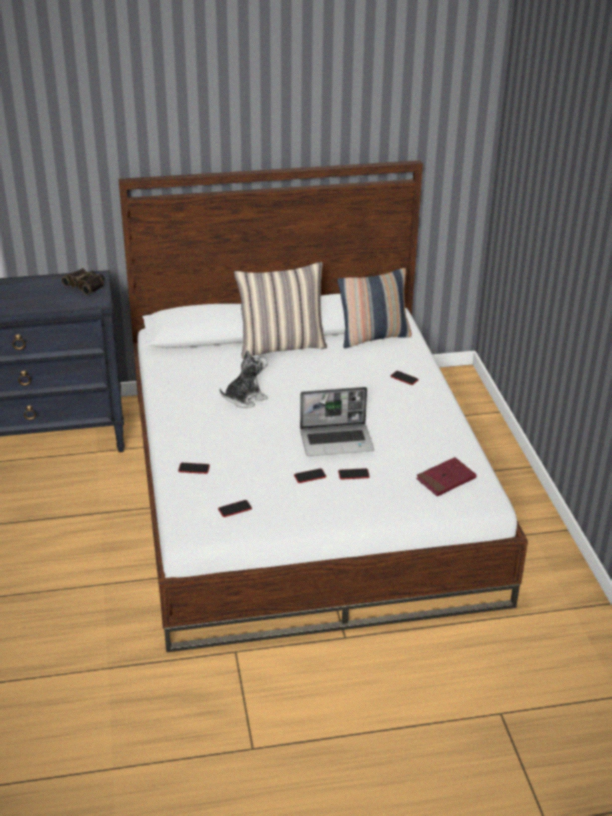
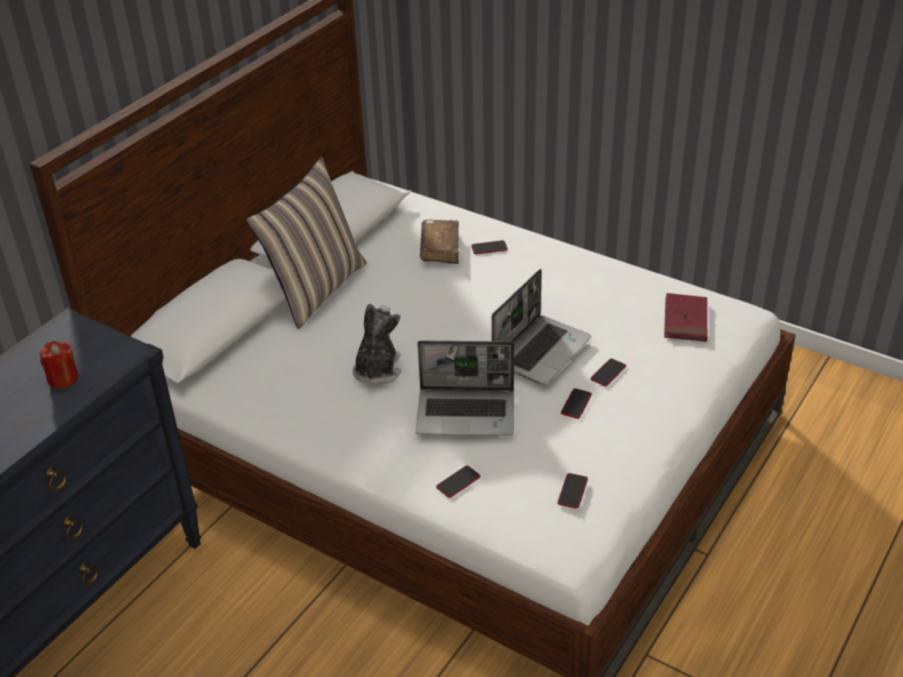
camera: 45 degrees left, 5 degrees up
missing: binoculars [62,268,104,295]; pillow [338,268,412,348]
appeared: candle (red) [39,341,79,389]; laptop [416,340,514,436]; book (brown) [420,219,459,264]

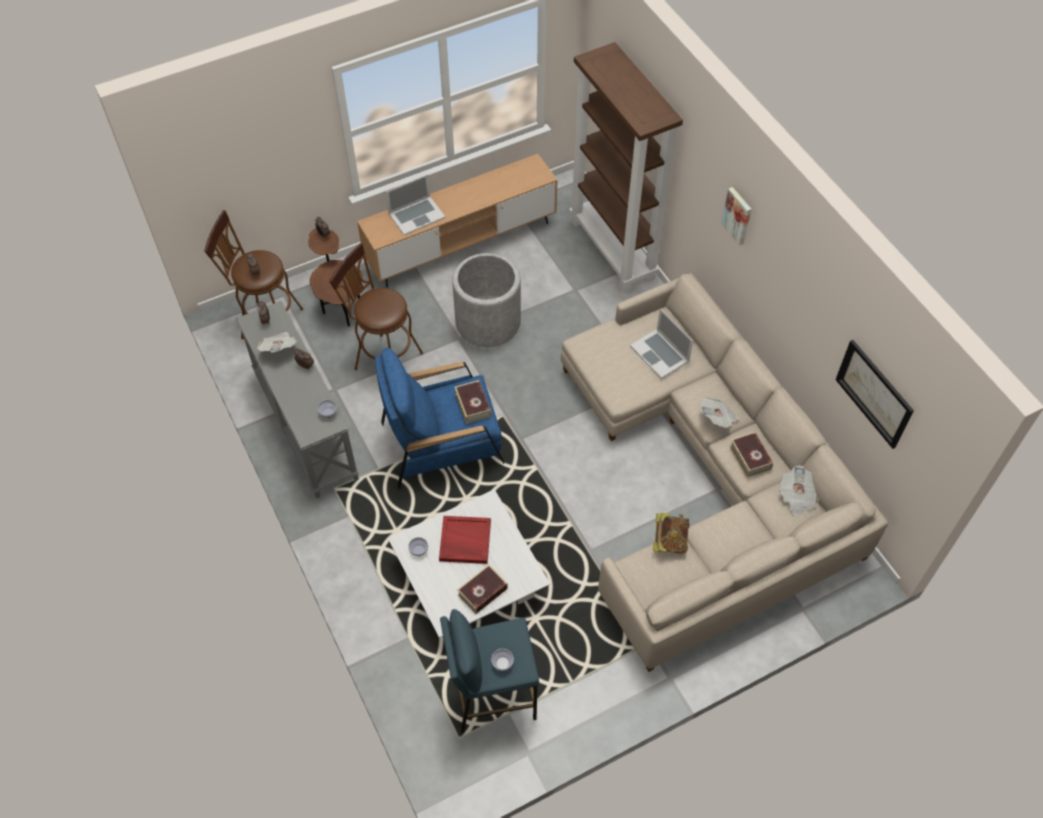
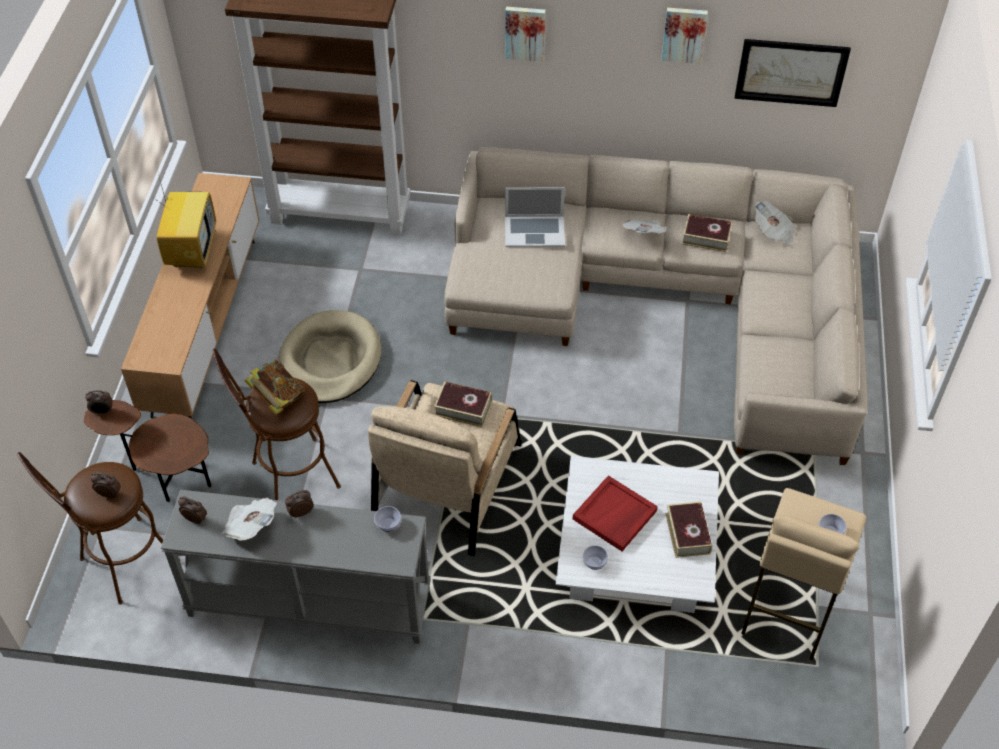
camera: 55 degrees left, 5 degrees down
missing: laptop [386,174,445,235]
appeared: television [157,170,216,268]; picture [661,8,708,64]
relocated: book [653,513,690,554] to [245,359,305,415]
exchanged: planter (grey) [452,253,521,347] to dog bed (beige) [278,310,381,403]
colour: armchair (blue) [375,347,504,489] to armchair (beige) [368,380,522,557]; stool (blue) [440,609,539,733] to stool (beige) [741,488,866,660]

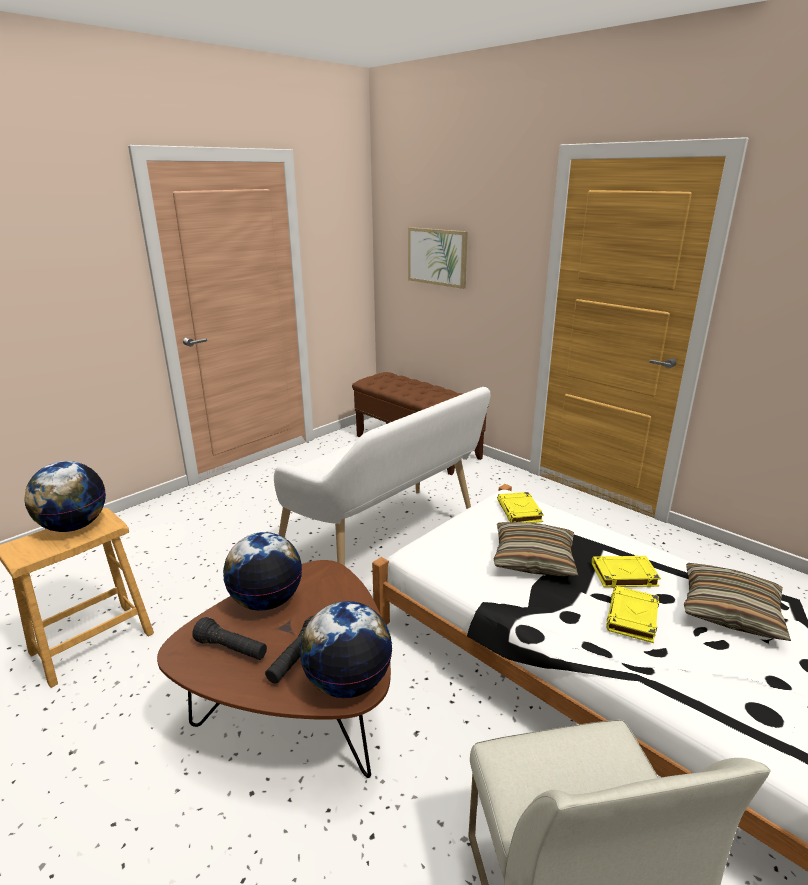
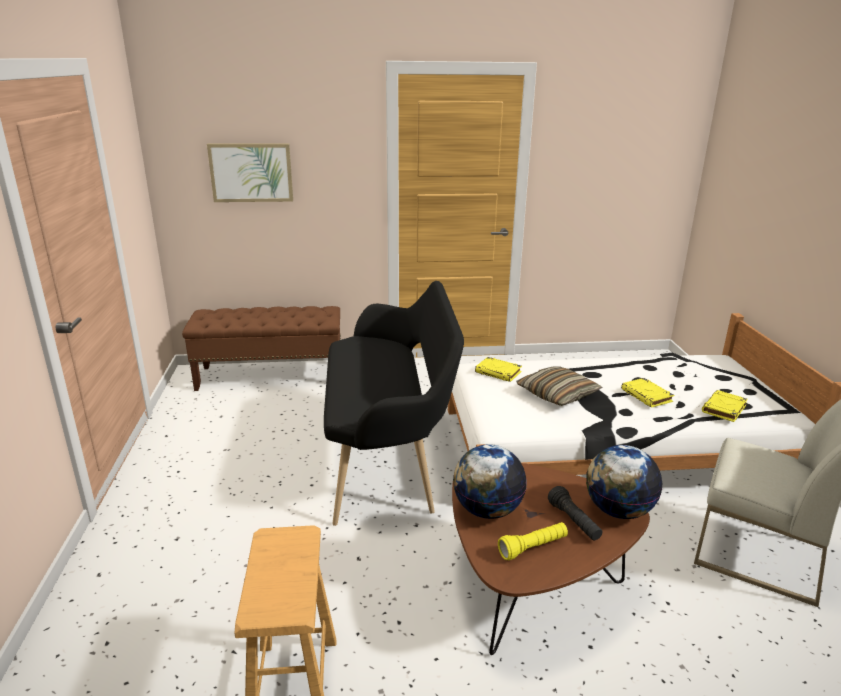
camera: 50 degrees left, 0 degrees up
missing: globe [24,461,106,532]; pillow [684,563,791,641]
relocated: book (yellow) [592,555,661,588] to [702,390,748,422]
colour: bench (white) [274,387,491,566] to bench (black) [324,281,464,526]; flashlight (black) [192,617,267,660] to flashlight (yellow) [498,522,568,560]

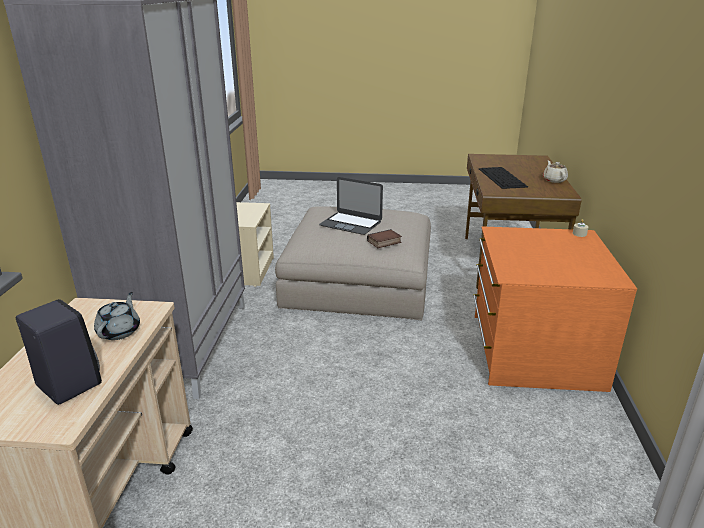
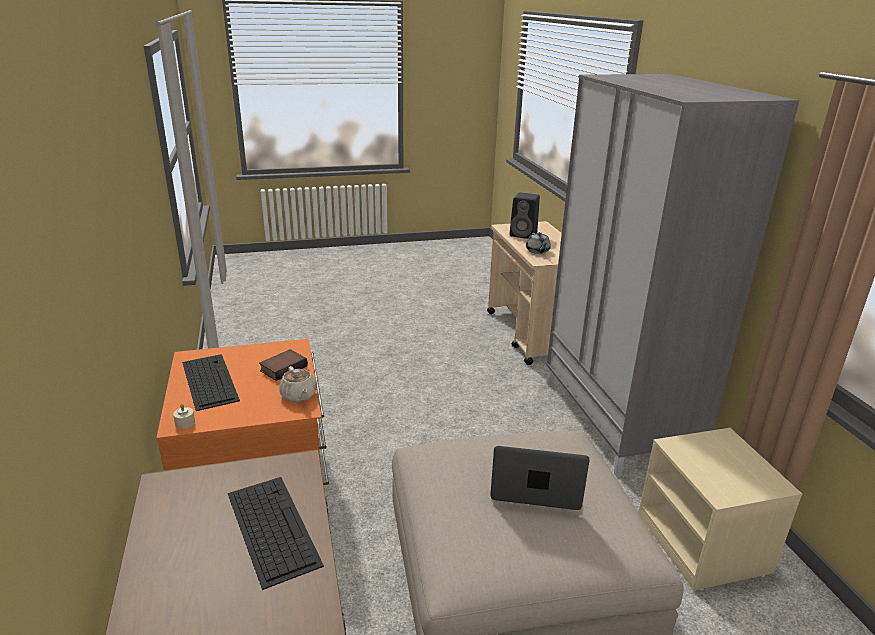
camera: 160 degrees right, 0 degrees up
appeared: keyboard [182,354,240,411]
relocated: book [367,229,402,248] to [259,349,308,381]; teapot (beige) [543,161,568,183] to [279,366,317,402]

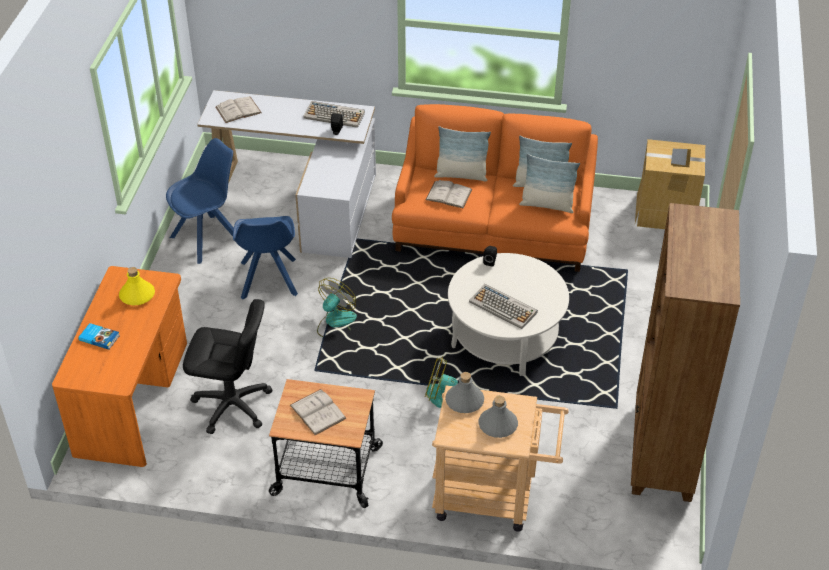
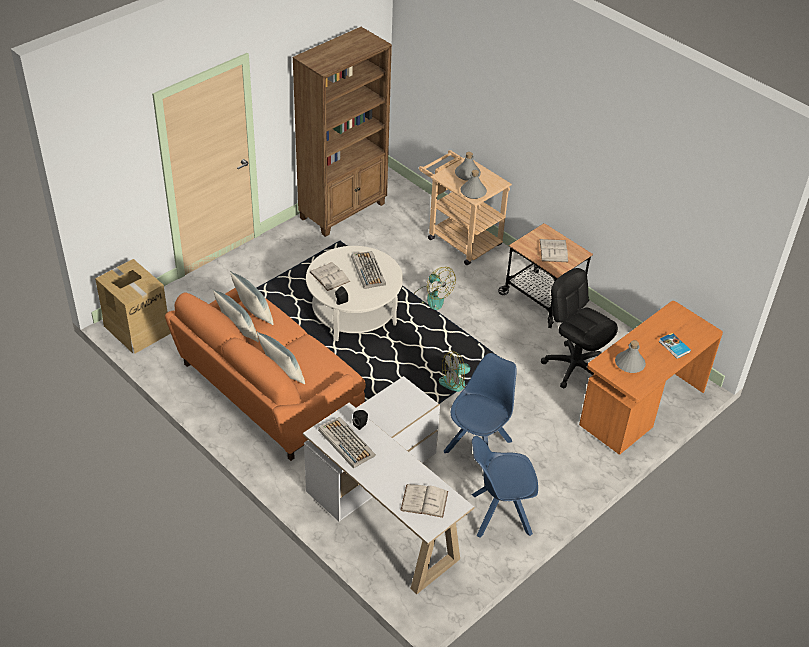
camera: 145 degrees left, 0 degrees up
relocated: book (white) [426,180,472,208] to [310,262,350,291]
colour: bottle (yellow) [119,267,155,305] to bottle (grey) [615,340,646,373]

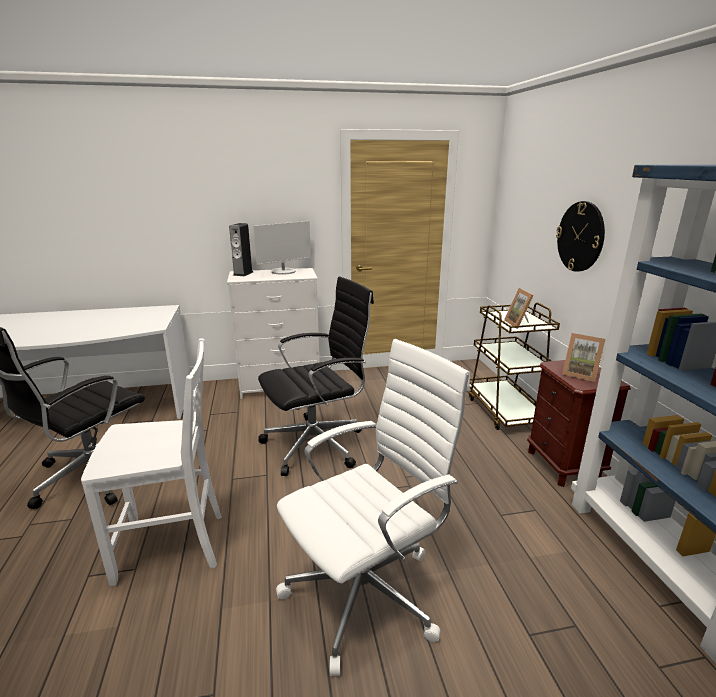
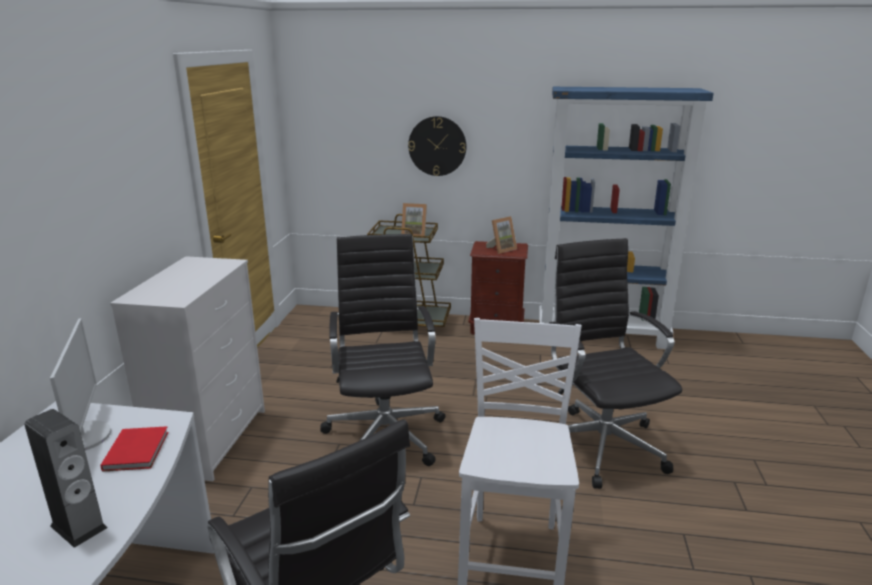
camera: 70 degrees left, 0 degrees up
appeared: book (red) [101,426,168,472]
relocated: speaker [229,223,253,276] to [24,409,108,548]; monitor [254,221,311,275] to [50,318,111,450]
colour: office chair (white) [276,339,470,676] to office chair (black) [549,238,682,489]

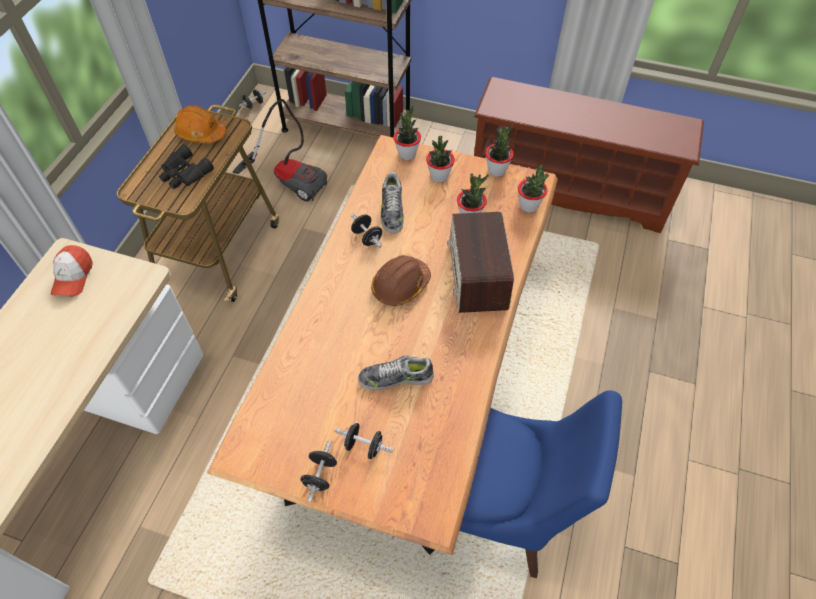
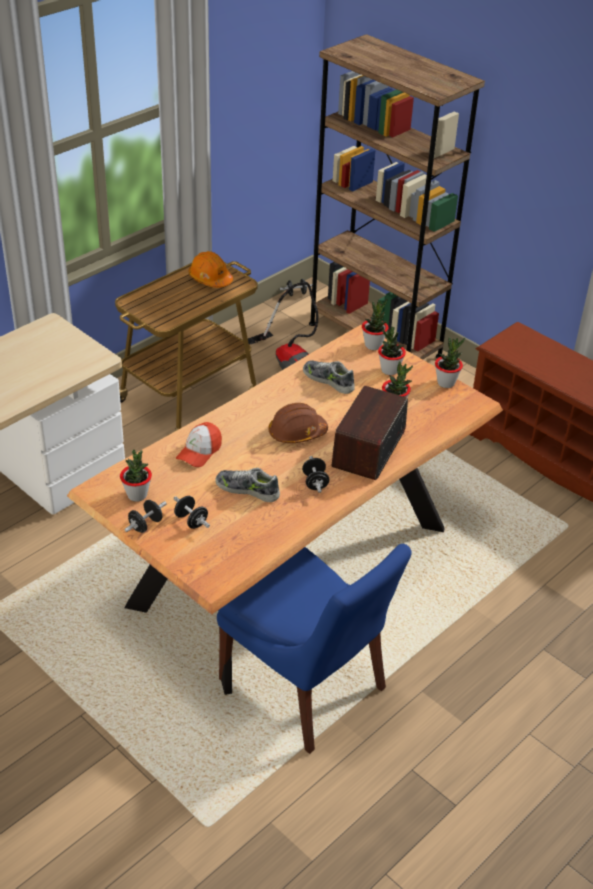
camera: 25 degrees right, 15 degrees down
missing: binoculars (black) [159,144,214,189]
relocated: potted plant [518,164,549,213] to [120,450,152,502]; cap [51,245,93,296] to [176,422,222,467]; dumbbell (black) [351,214,382,248] to [302,456,329,493]
spun: shoe [381,172,404,234] = [303,360,355,394] 105 degrees clockwise

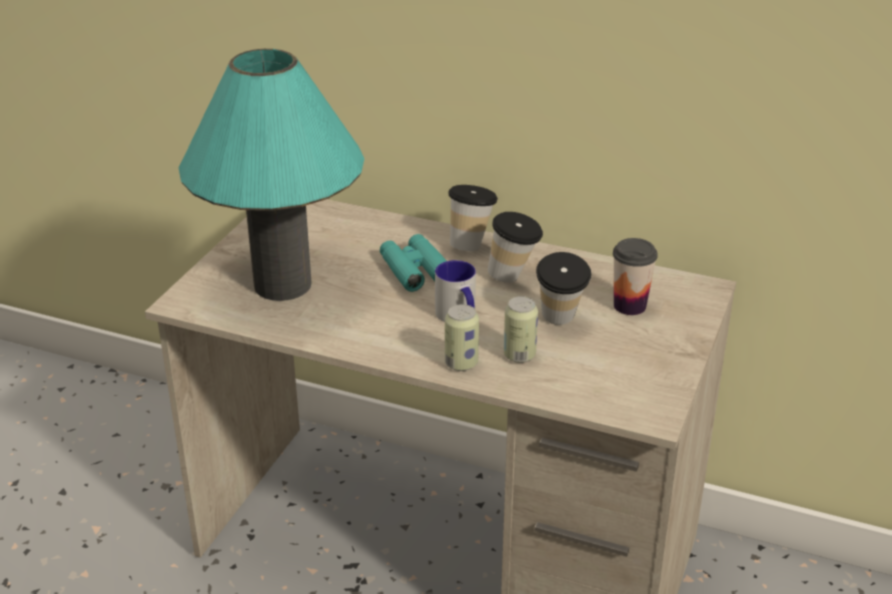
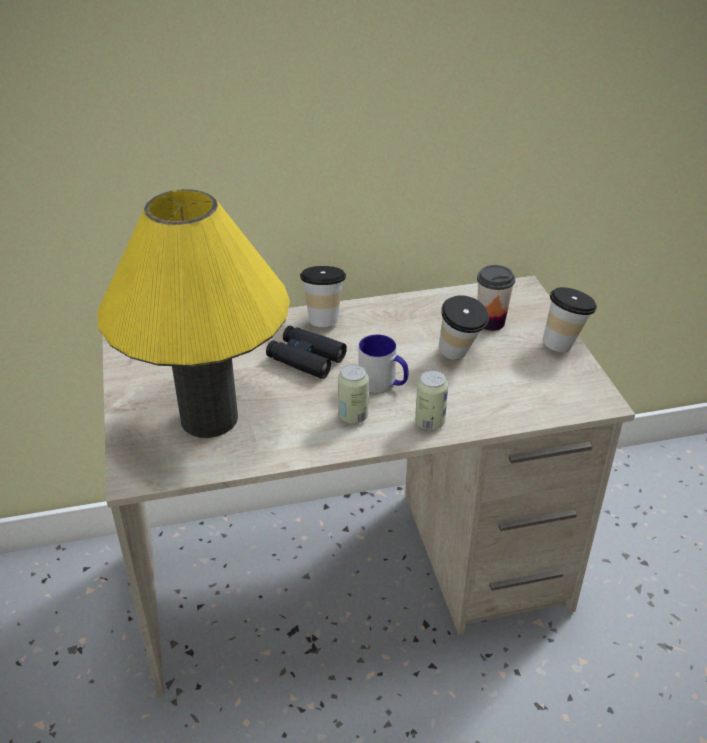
camera: 35 degrees left, 5 degrees up
relocated: can [504,296,538,363] to [338,364,369,424]; cup [488,212,543,283] to [543,287,597,352]
colour: table lamp (turquoise) [179,49,364,301] to table lamp (yellow) [97,189,290,438]; binoculars (turquoise) [380,234,446,292] to binoculars (black) [266,326,347,379]

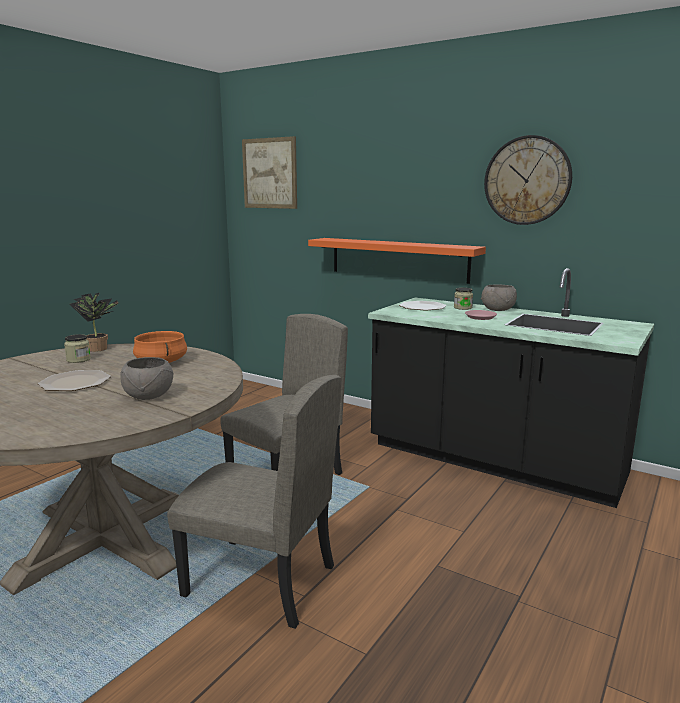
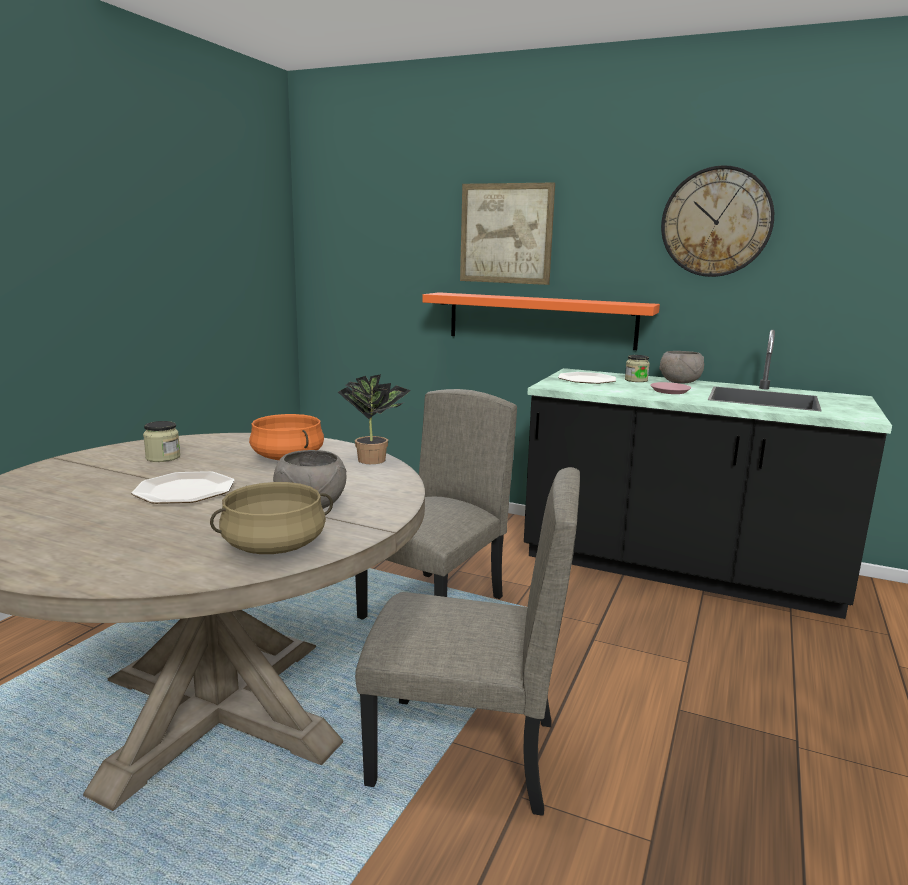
camera: 10 degrees left, 0 degrees up
appeared: cooking pot (beige) [210,482,333,554]
relocated: potted plant [70,293,119,352] to [338,374,411,464]; picture [242,136,297,209] to [460,183,555,285]

